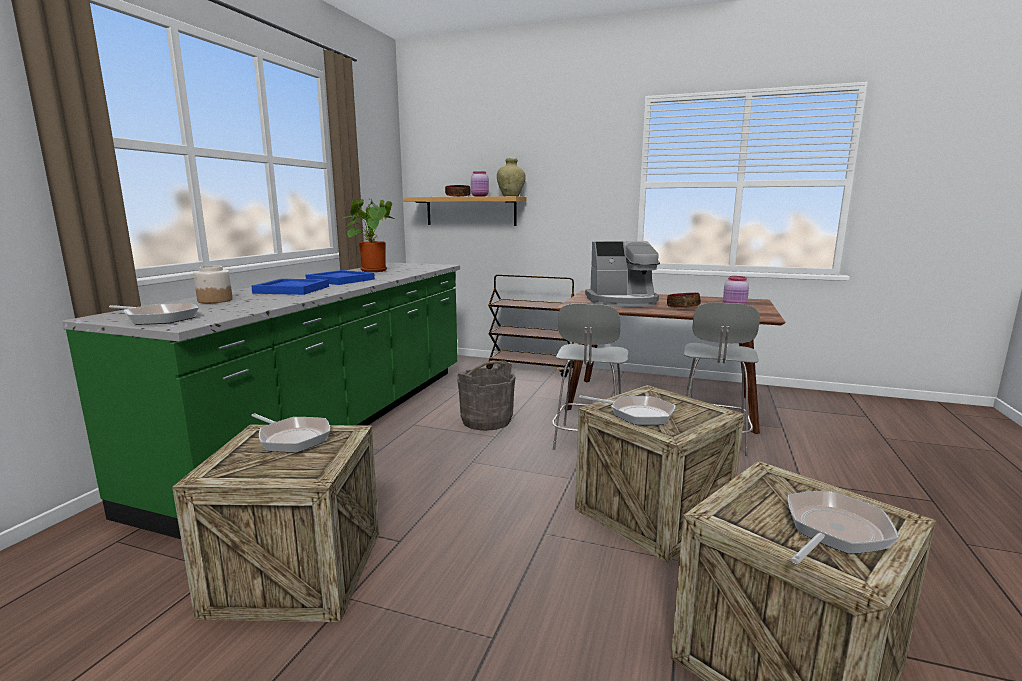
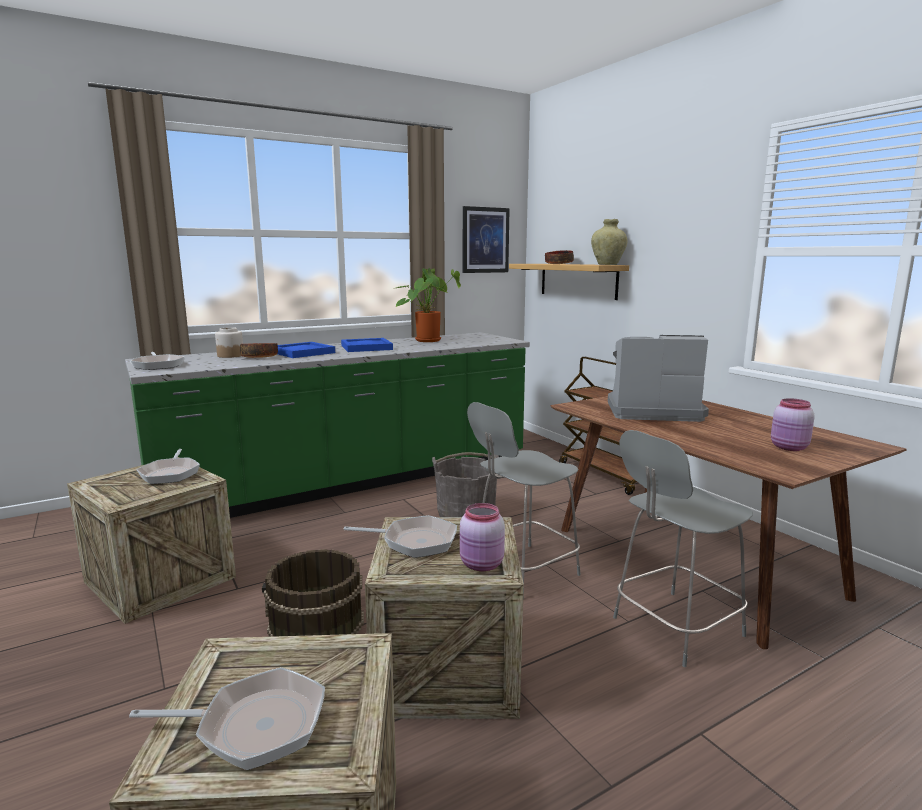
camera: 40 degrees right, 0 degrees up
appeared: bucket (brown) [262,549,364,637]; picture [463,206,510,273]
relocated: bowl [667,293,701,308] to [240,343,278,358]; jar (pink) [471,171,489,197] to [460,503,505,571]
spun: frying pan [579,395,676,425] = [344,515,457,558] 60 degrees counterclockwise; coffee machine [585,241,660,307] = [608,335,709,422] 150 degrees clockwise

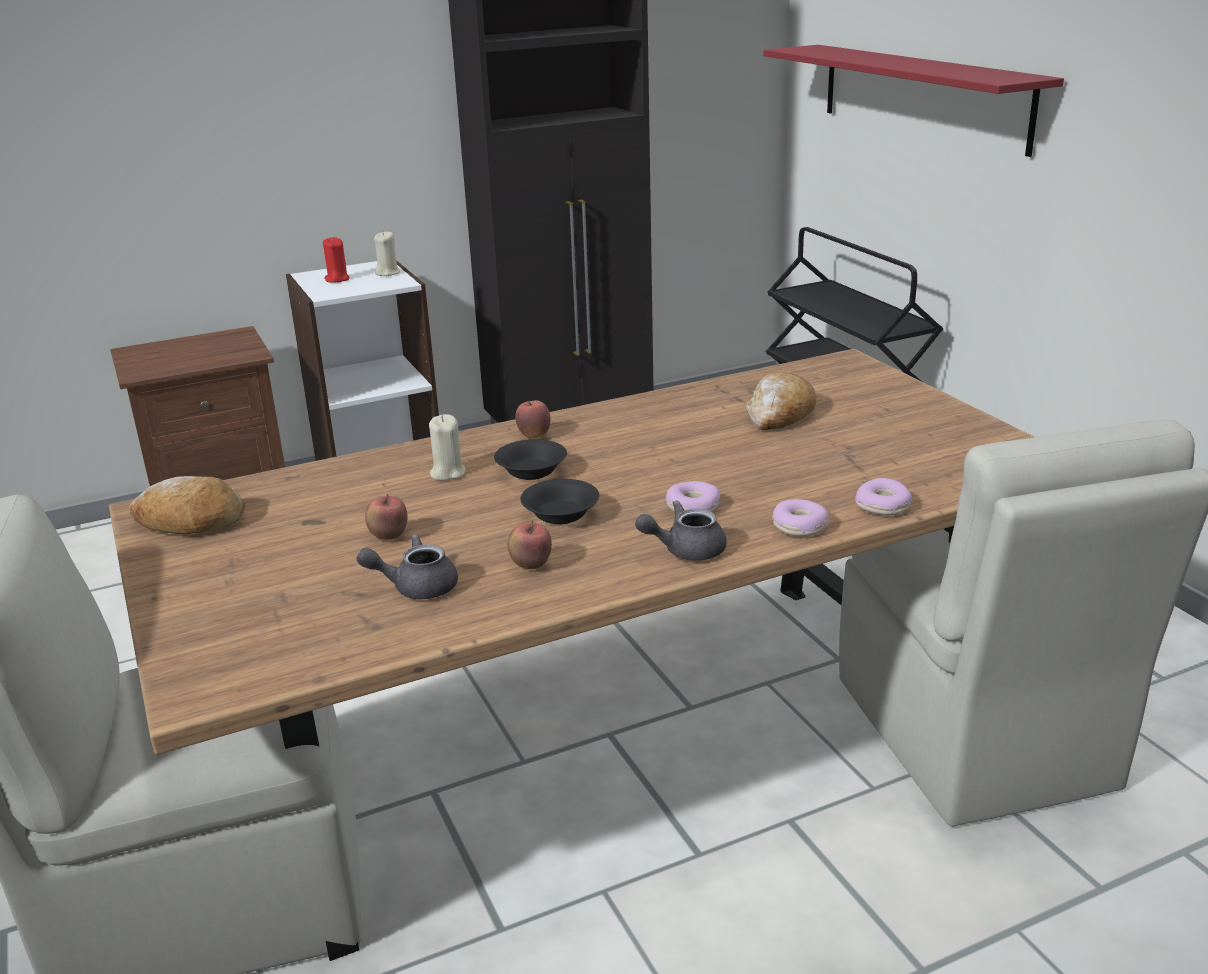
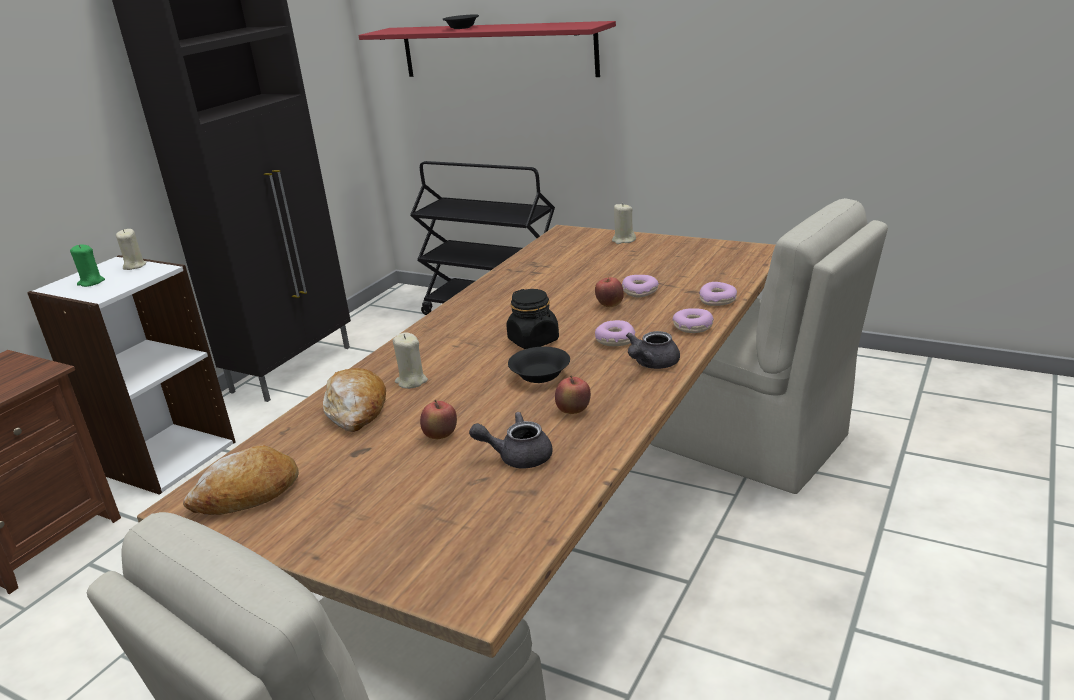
camera: 35 degrees left, 0 degrees up
appeared: jar (black) [506,289,559,349]; candle (beige) [612,203,636,244]; donut [622,275,659,297]
relocated: bread [746,372,817,430] to [323,368,386,432]; bowl (black) [494,439,567,480] to [443,14,479,29]; apple [515,400,551,438] to [595,277,624,307]
colour: candle (red) [323,237,350,283] to candle (green) [70,244,105,287]
spun: teapot (grey) [357,534,458,599] = [469,412,553,468] 45 degrees clockwise

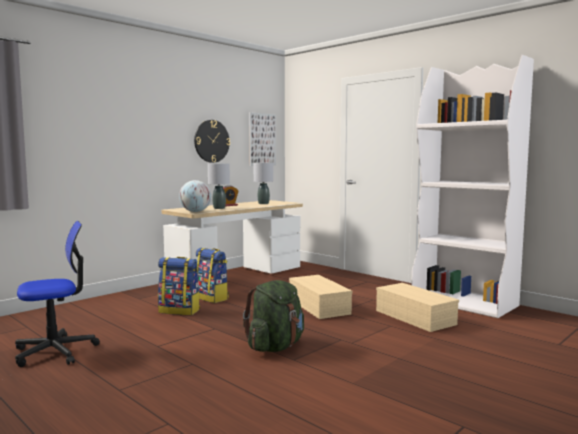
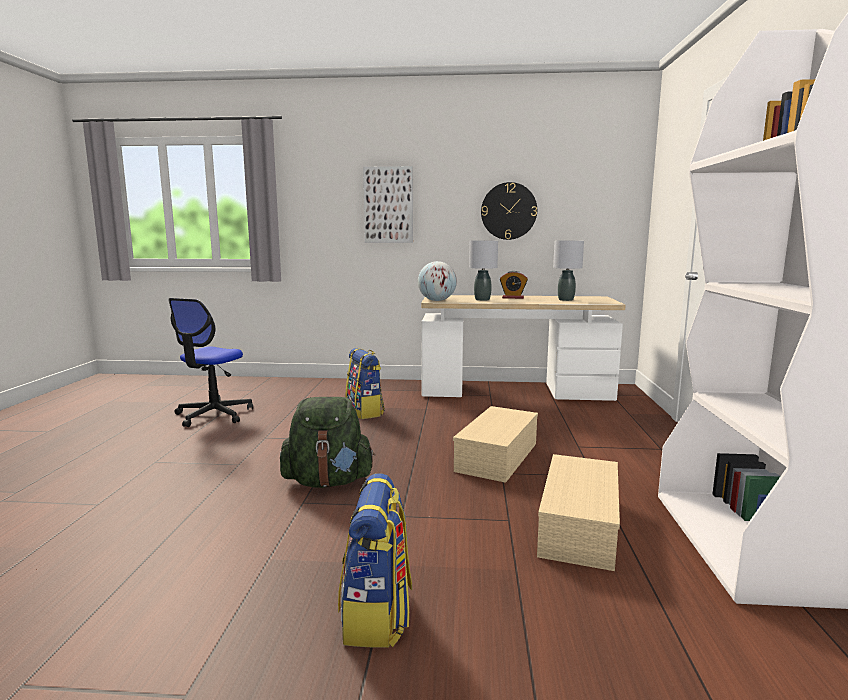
camera: 50 degrees right, 5 degrees up
relocated: backpack [196,248,229,303] to [338,473,412,648]; picture [249,112,276,166] to [363,166,413,243]
spun: office chair [15,221,100,367] = [168,298,253,427] 90 degrees clockwise

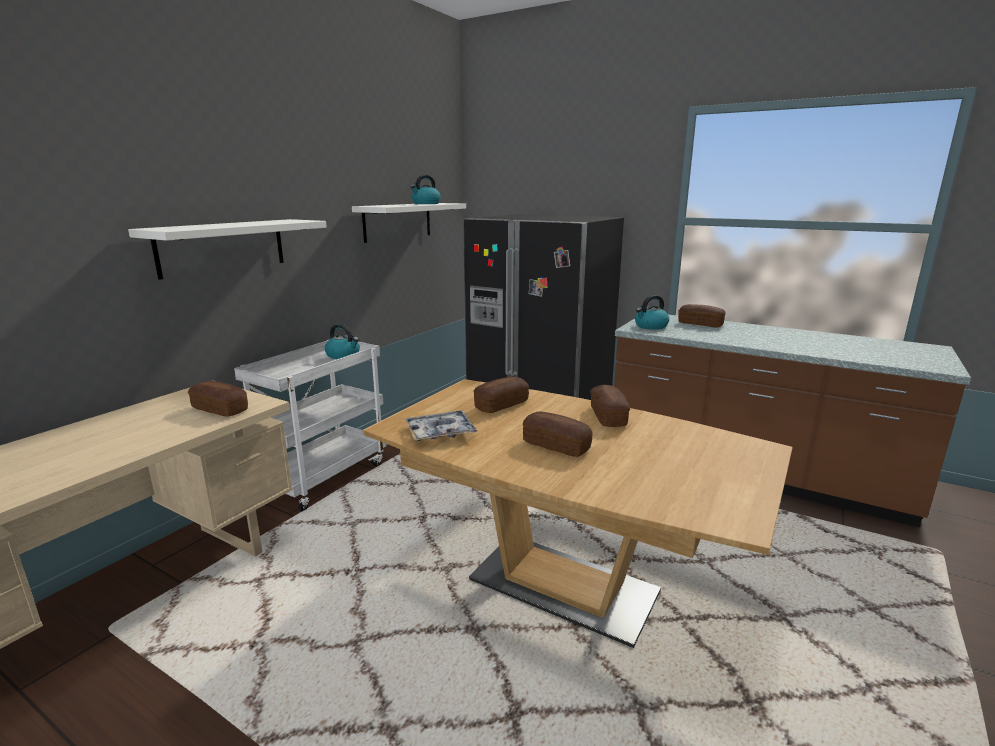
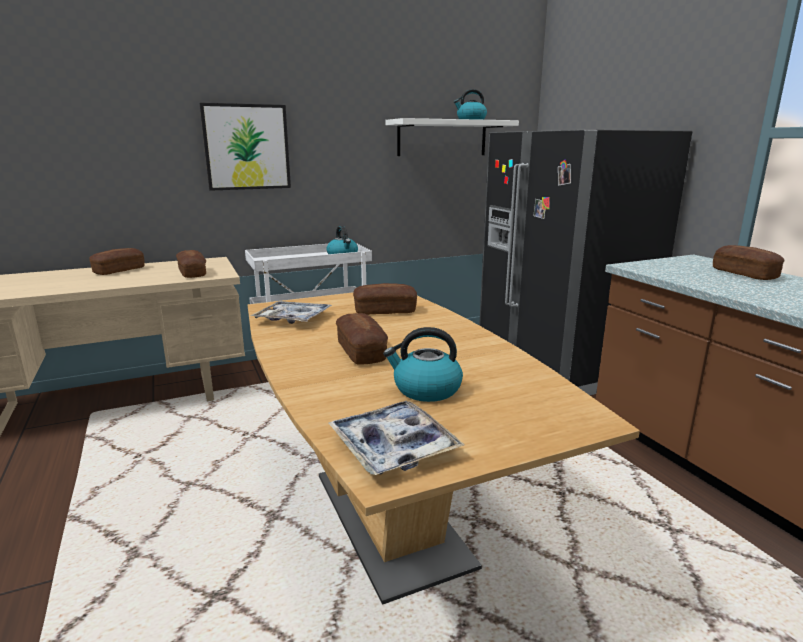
camera: 35 degrees right, 0 degrees up
appeared: tray [328,401,464,475]
relocated: bread [590,385,630,427] to [89,248,145,275]; kettle [635,295,669,330] to [383,327,463,402]
exchanged: shelf (white) [128,219,327,280] to picture [199,103,291,191]

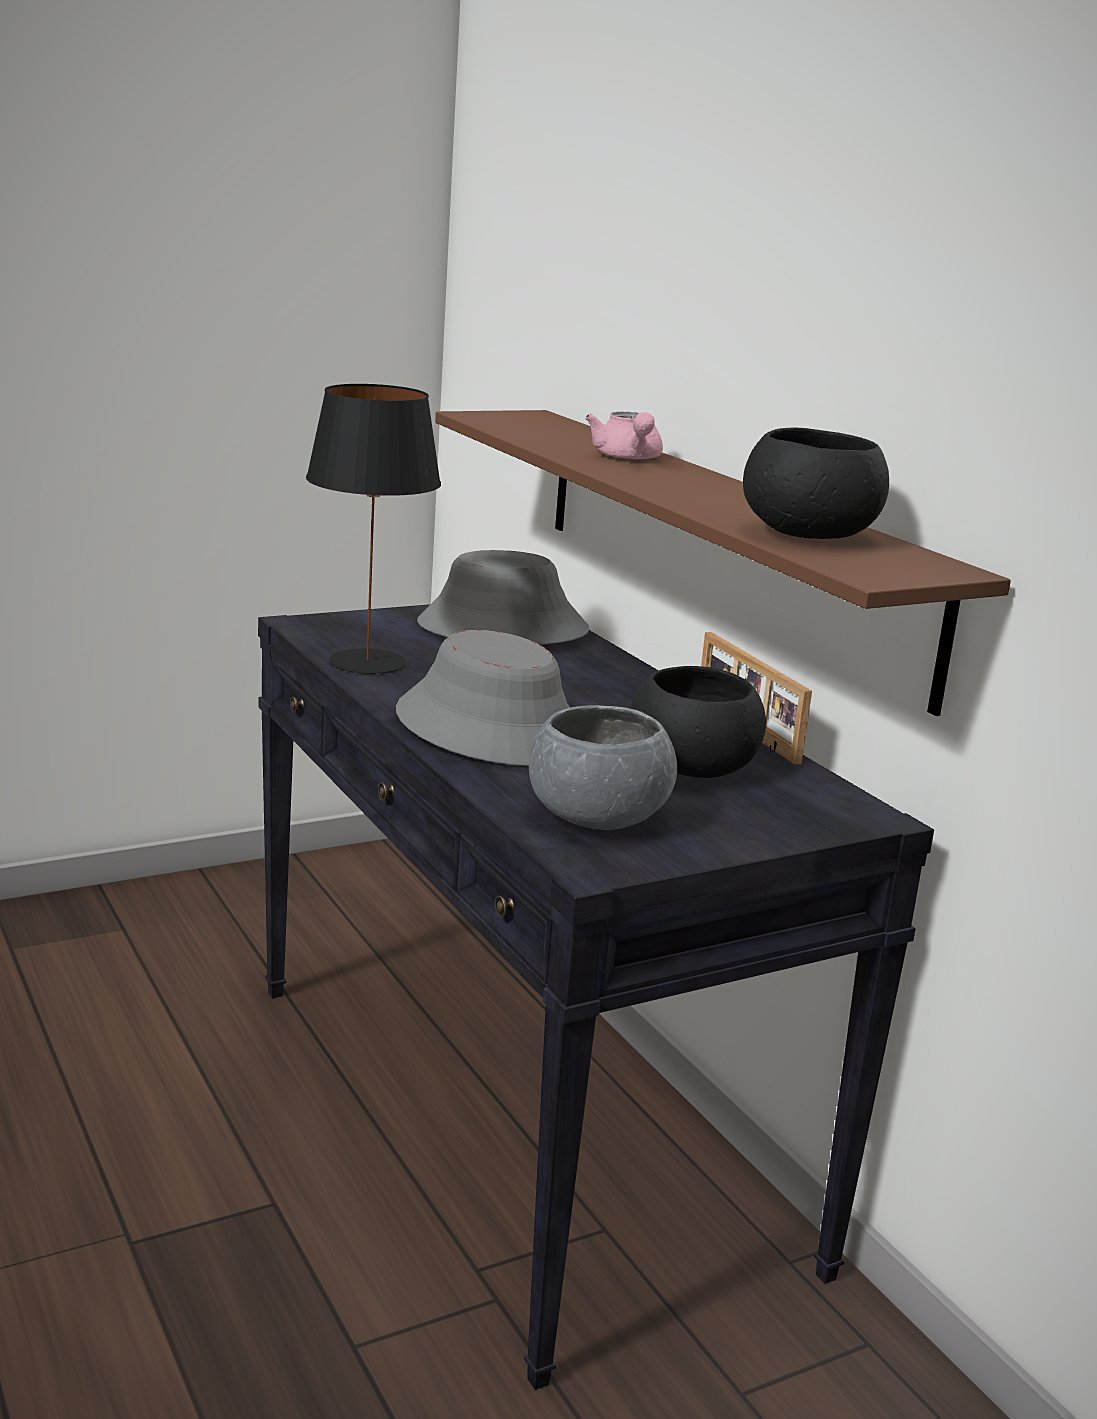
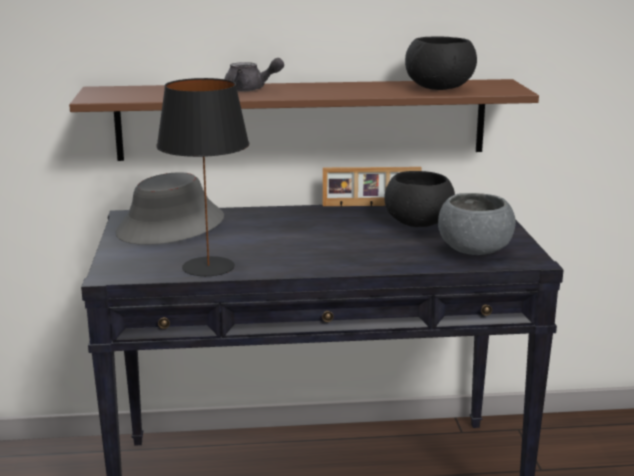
camera: 65 degrees left, 0 degrees up
missing: hat (grey) [396,630,570,766]
colour: teapot (pink) [585,412,663,460] to teapot (grey) [224,58,284,91]

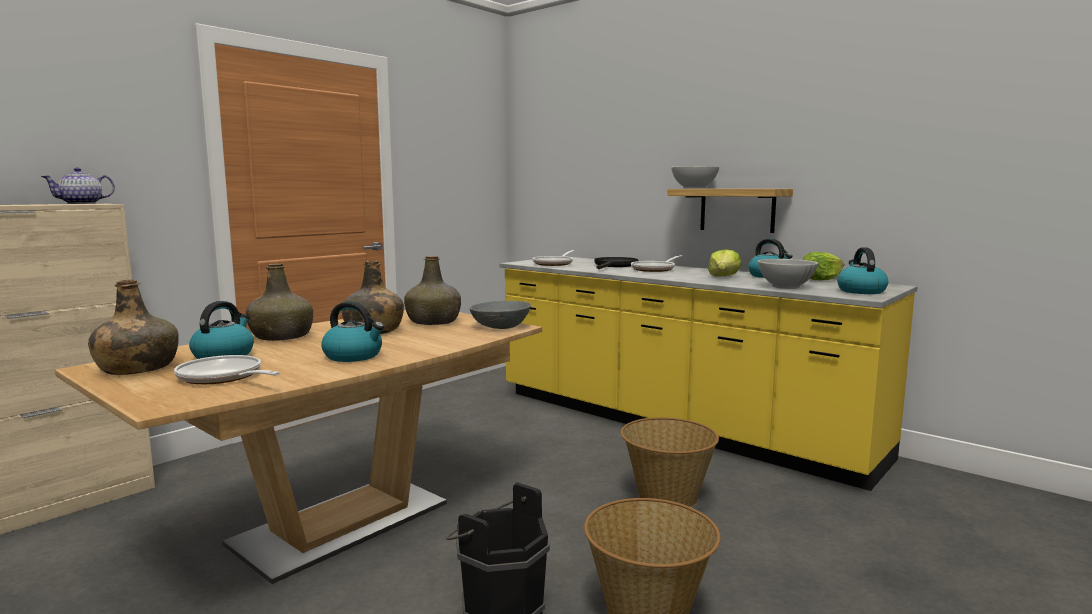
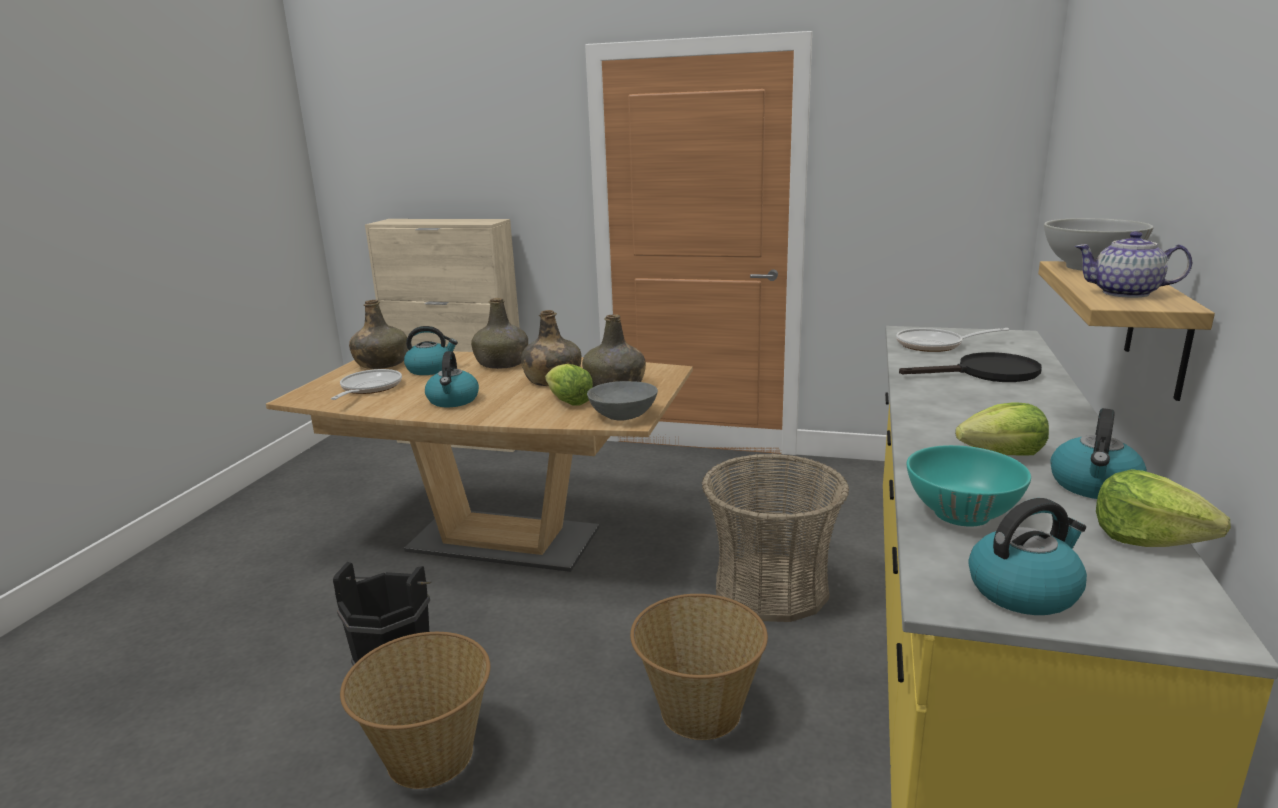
camera: 65 degrees right, 10 degrees up
missing: frying pan [631,255,682,272]
appeared: lettuce [545,364,593,406]; basket [702,454,849,622]
relocated: teapot [41,168,115,204] to [1075,231,1192,298]
colour: bowl (white) [758,259,818,289] to bowl (turquoise) [907,445,1031,527]

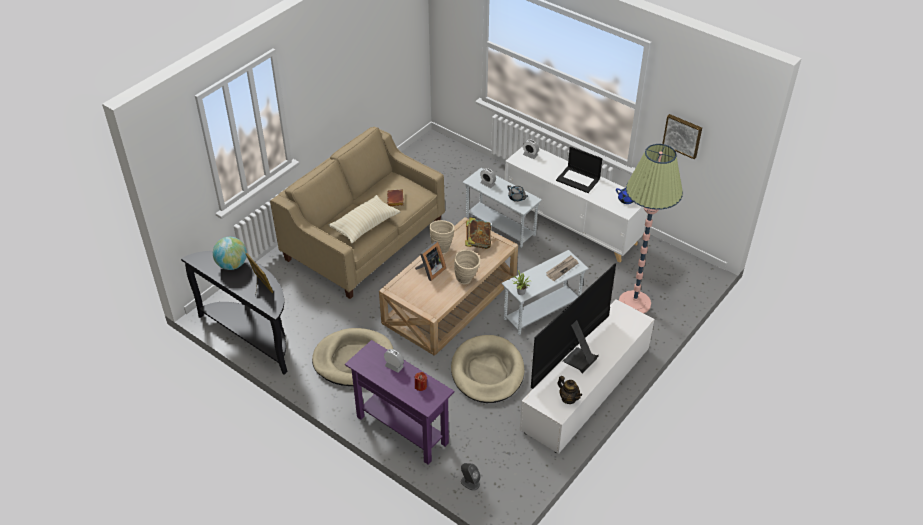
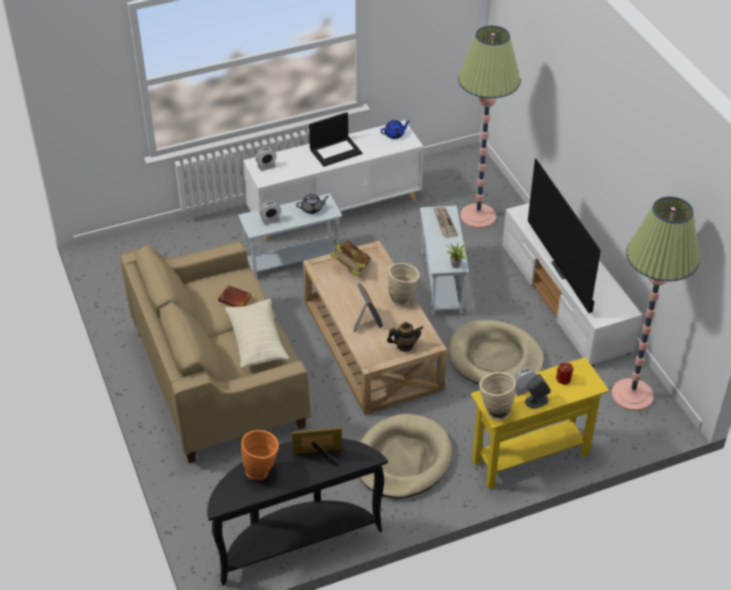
camera: 60 degrees left, 0 degrees up
missing: picture [662,114,702,159]
appeared: floor lamp [612,197,700,411]
relocated: teapot [558,376,582,404] to [387,322,423,352]; vase (beige) [429,220,455,254] to [479,372,516,420]; speaker (grey) [461,463,481,491] to [525,374,551,409]
exchanged: globe [213,237,247,270] to vase (orange) [241,430,279,480]
colour: console table (purple) [345,340,454,465] to console table (yellow) [470,357,609,489]

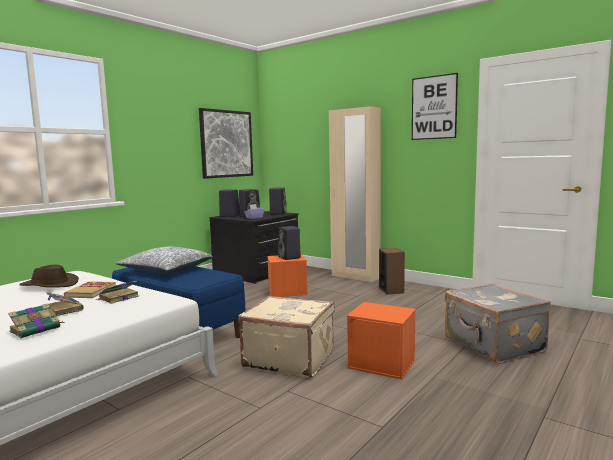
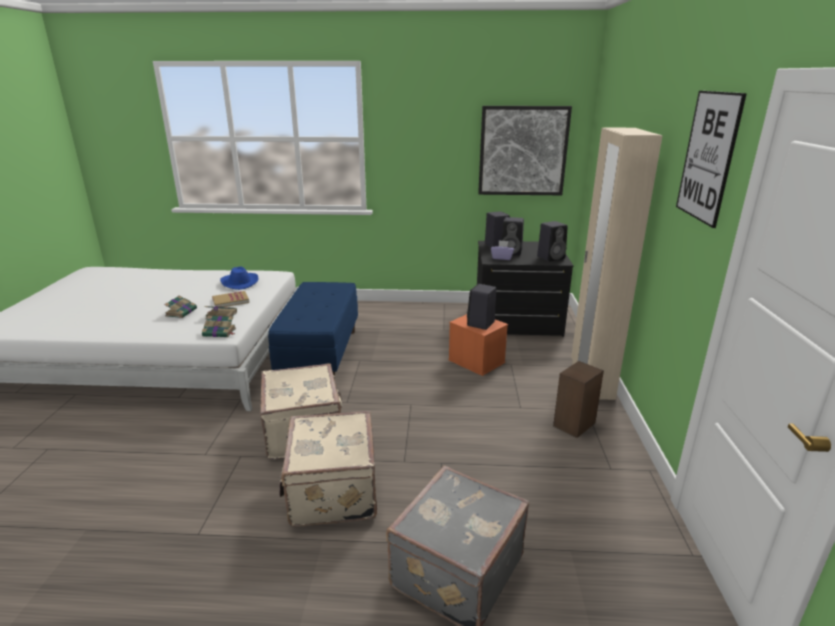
camera: 55 degrees right, 15 degrees up
missing: pillow [116,247,213,273]
relocated: book [8,304,65,338] to [202,316,236,337]
exchanged: storage box (orange) [347,302,416,379] to suitcase (beige) [279,411,377,527]
colour: hat (brown) [19,265,79,287] to hat (blue) [220,267,258,290]

